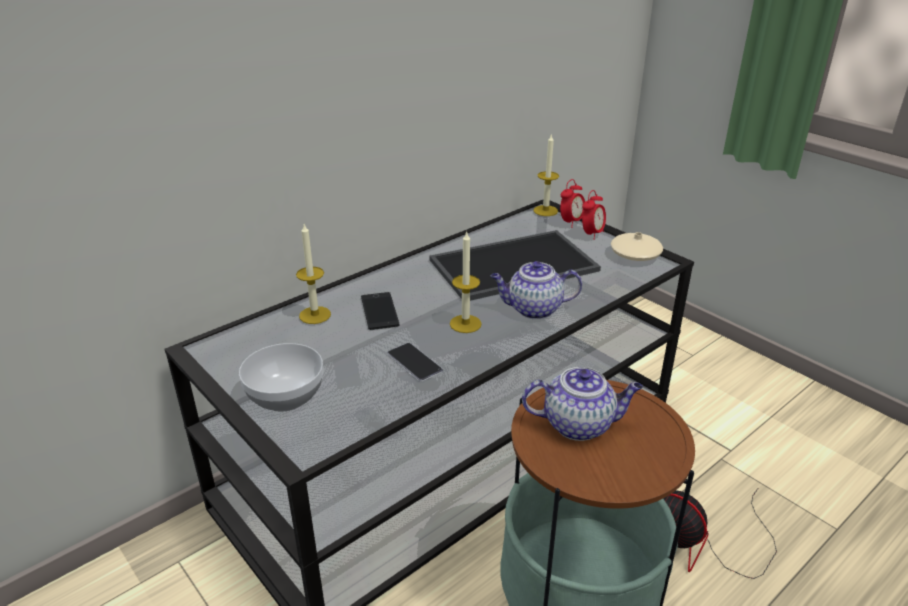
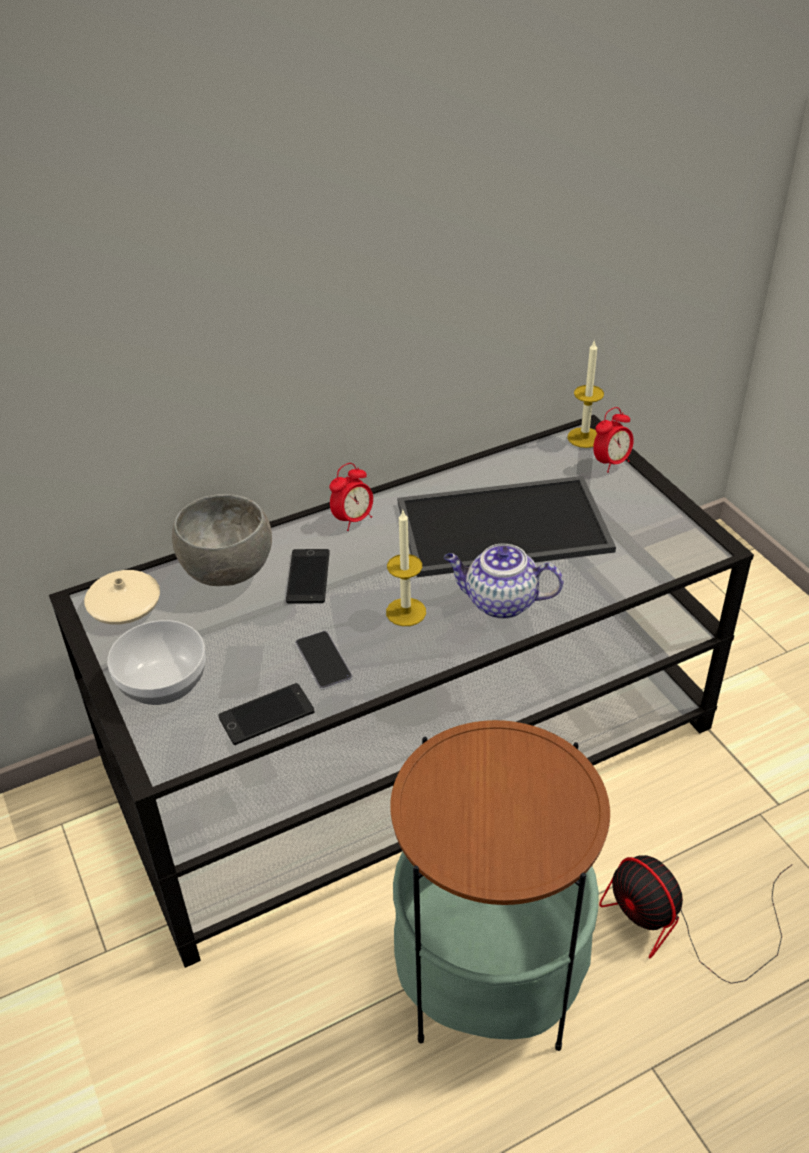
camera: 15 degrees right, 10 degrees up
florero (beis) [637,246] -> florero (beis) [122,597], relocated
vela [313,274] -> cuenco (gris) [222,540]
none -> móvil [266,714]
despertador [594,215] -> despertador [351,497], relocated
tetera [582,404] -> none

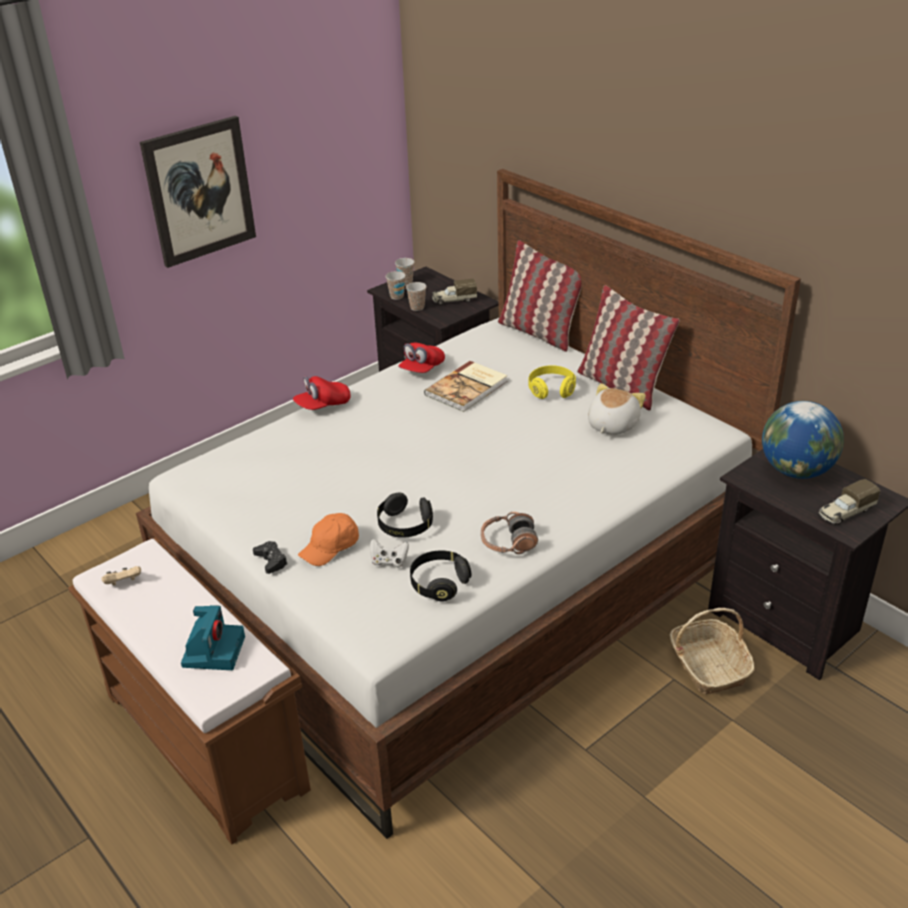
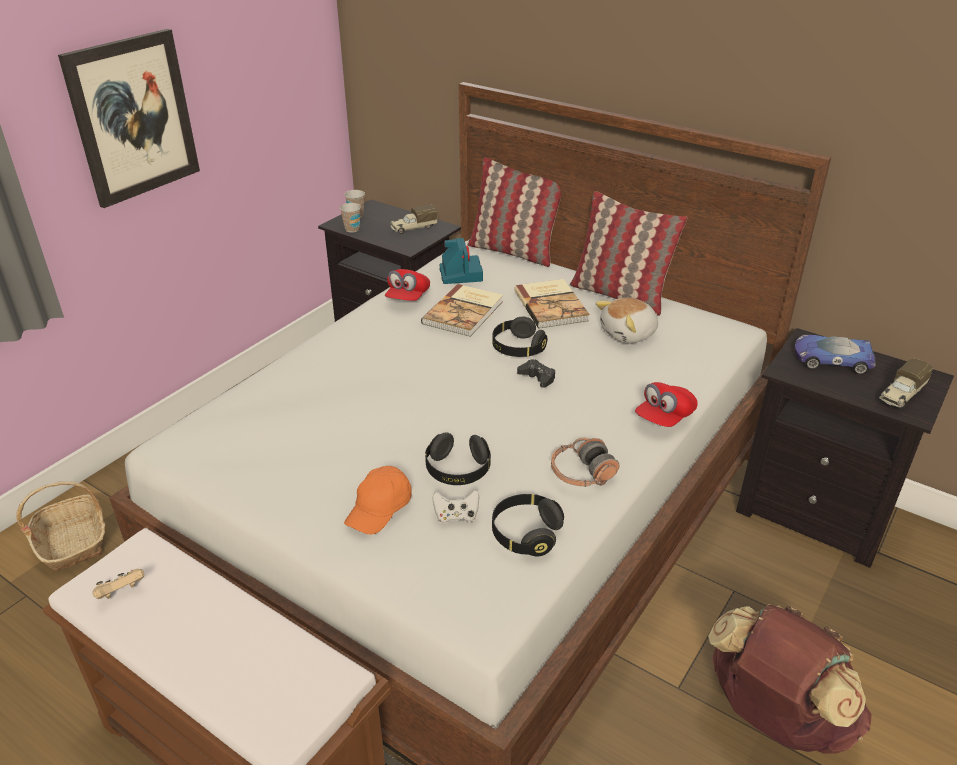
camera: 15 degrees left, 0 degrees up
cesta [712,651] -> cesta [60,526], relocated
cámara [213,637] -> cámara [461,261], relocated
none -> auriculares (negro) [519,337]
auriculares (amarillo) [552,382] -> libro [552,304]
mando de consola (negro) [270,557] -> mando de consola (negro) [536,373], relocated
peluche [617,409] -> peluche [627,320], 135 degrees counterclockwise
gorra (rojo) [322,393] -> gorra (rojo) [666,404], relocated
none -> mochila (marrón) [790,679]
globo terráqueo [803,440] -> coche de juguete [835,354]
taza [416,296] -> none

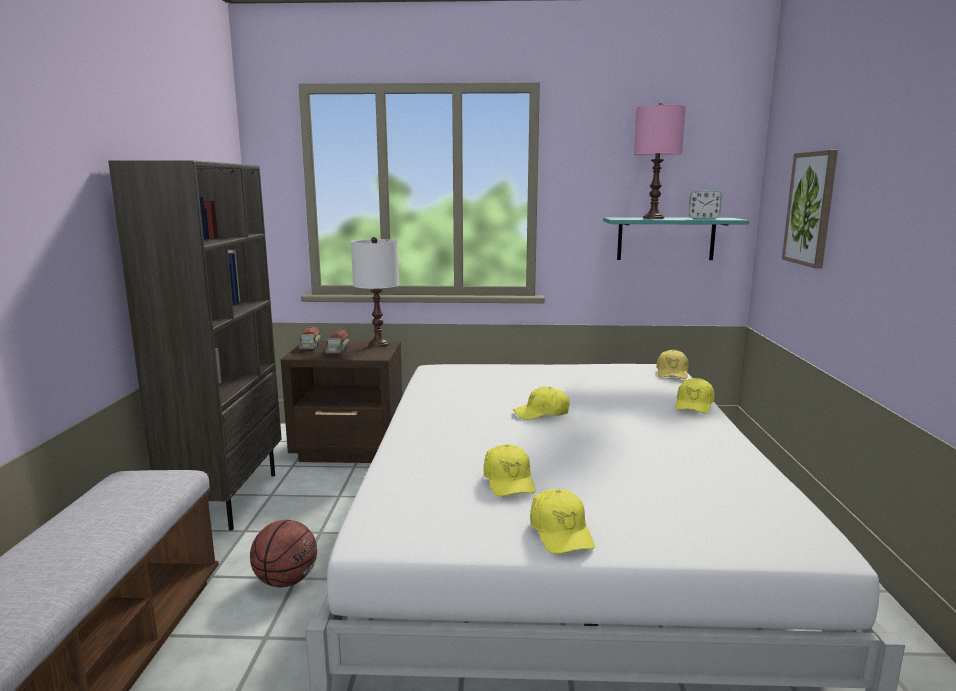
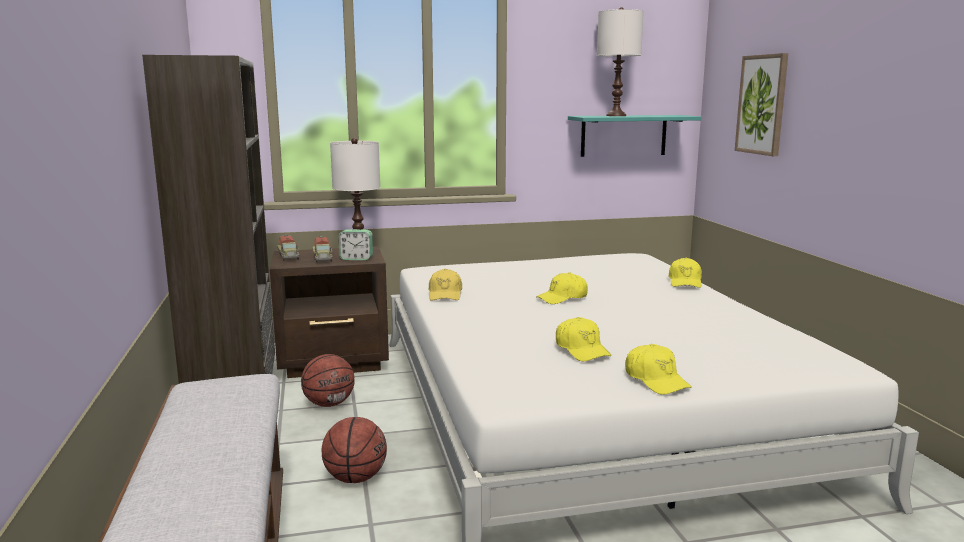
camera: 15 degrees left, 0 degrees up
none -> balón de baloncesto [328,380]
despertador [705,204] -> despertador [356,244], relocated
gorra (amarillo) [672,364] -> gorra (amarillo) [445,285], relocated
lámpara de mesa (rosa) [660,161] -> lámpara de mesa (blanco) [620,61]

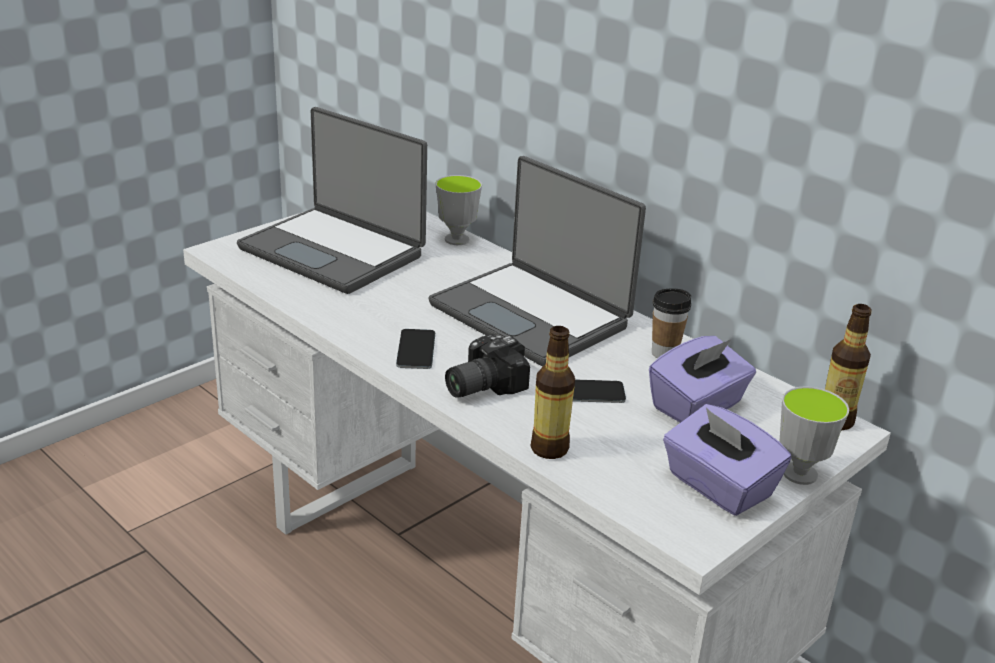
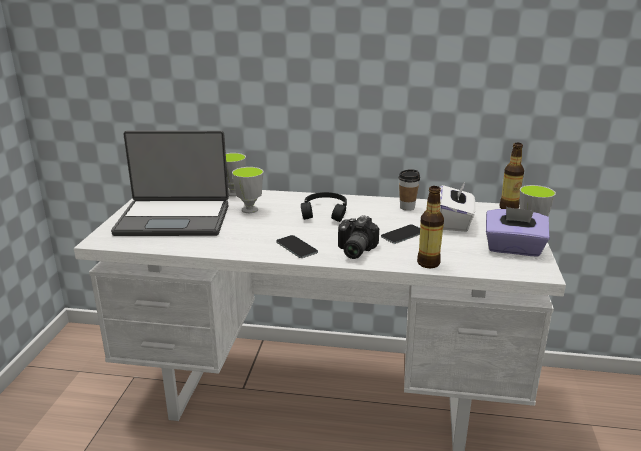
camera: 35 degrees left, 5 degrees down
none -> taza [248,190]
portátil [537,261] -> auriculares (negro) [324,207]
caja de pañuelos (morado) [702,379] -> caja de pañuelos (blanco) [458,206]

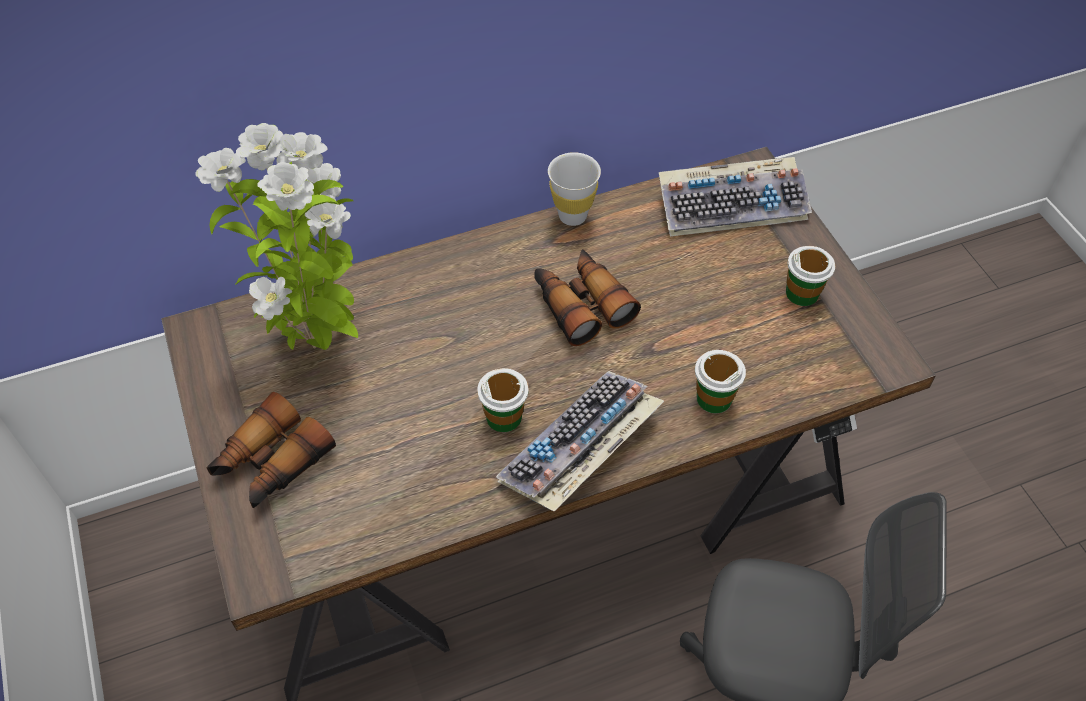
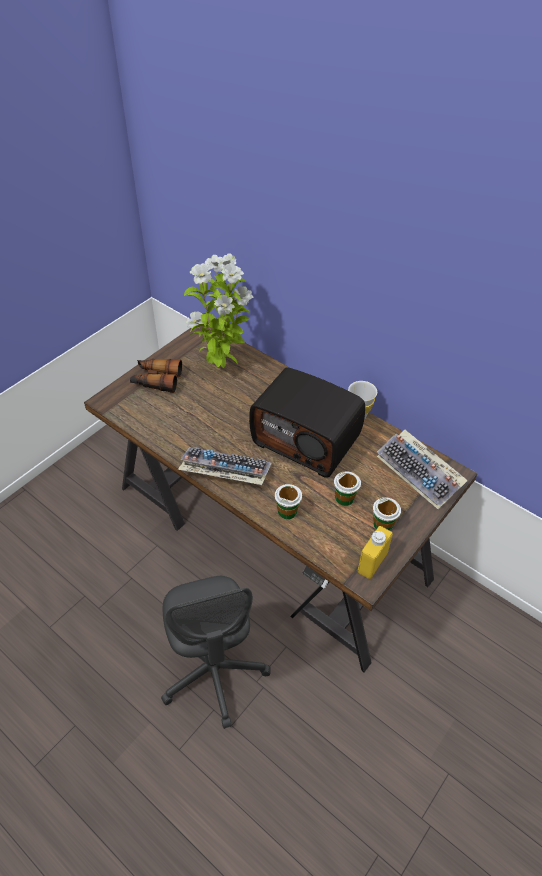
camera: 60 degrees right, 5 degrees down
prismáticos [587,297] -> radio [307,423]
taza [503,400] -> taza [347,488], relocated
none -> botella (amarillo) [375,552]

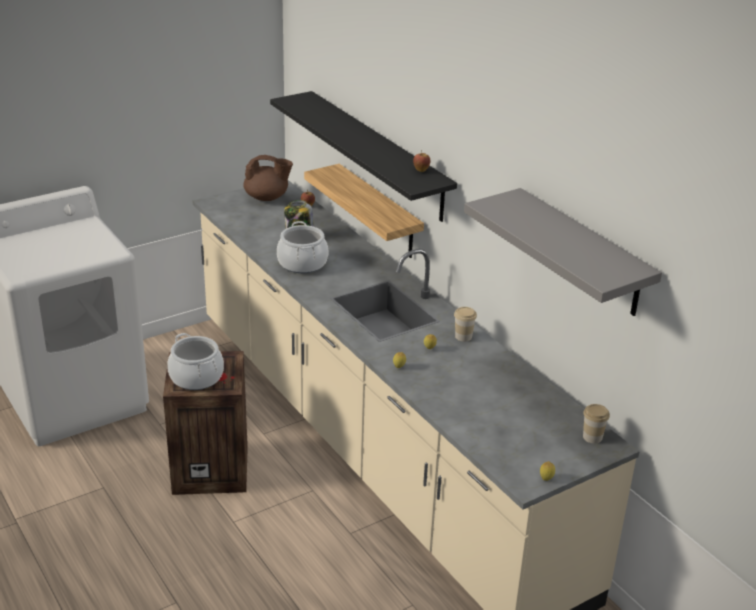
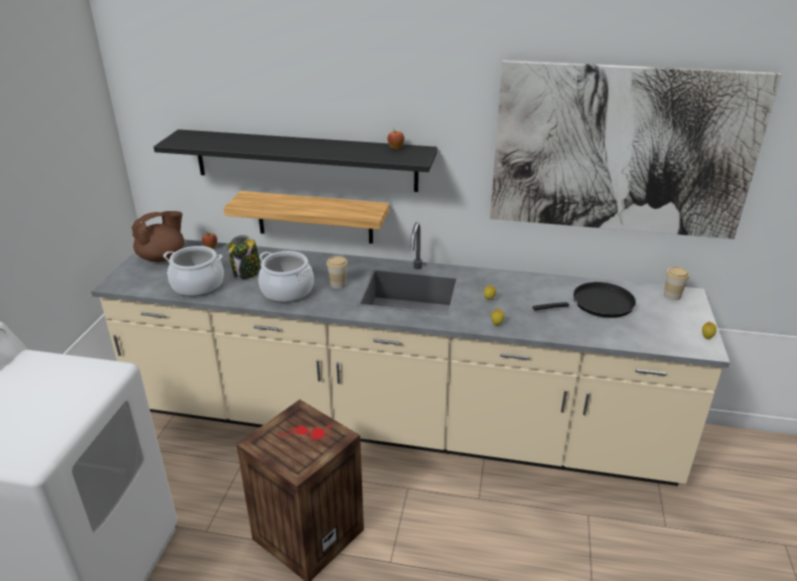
camera: 45 degrees left, 0 degrees up
olla [195,361] -> olla [193,271], relocated
taza [465,324] -> taza [337,272], relocated
estante (gris) [563,252] -> cuadro [636,149]
none -> sartén (negro) [584,300]

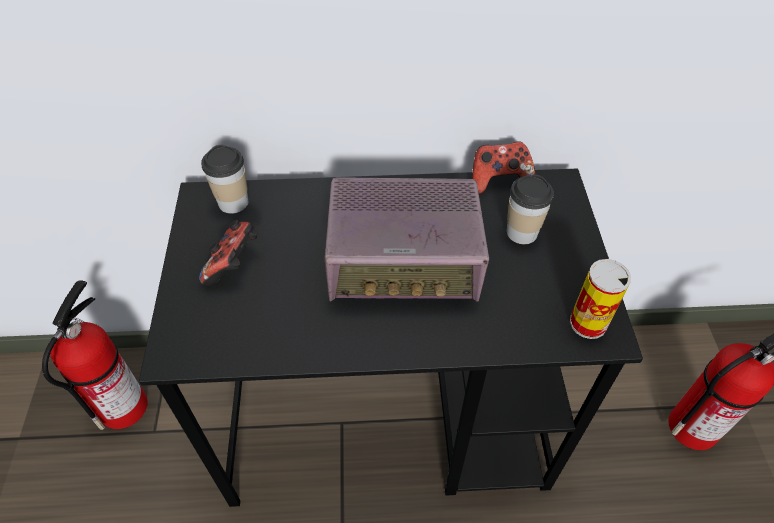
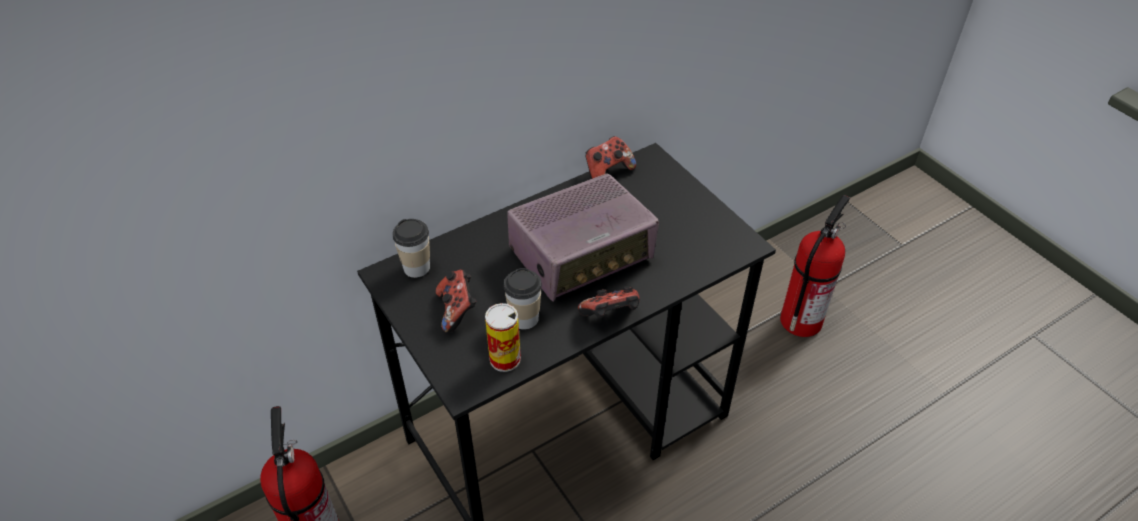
camera: 30 degrees left, 5 degrees down
lata [600,299] -> lata [503,337], relocated
taza [530,209] -> taza [523,299], relocated
none -> mando de consola [609,302]

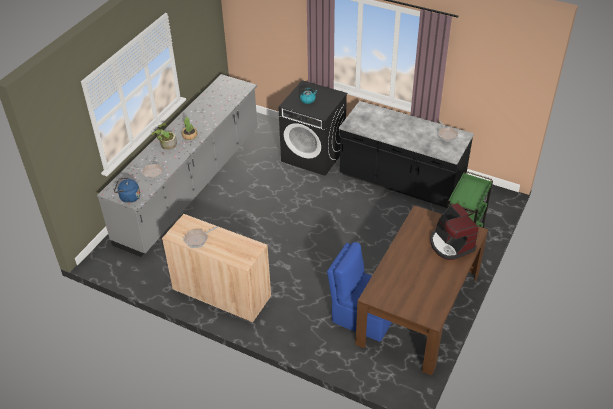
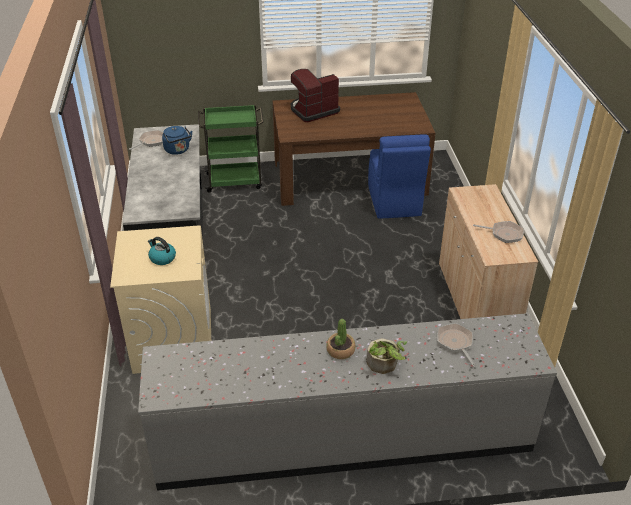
camera: 125 degrees left, 5 degrees down
lavadora (negro) [312,128] -> lavadora (beis) [160,299]
hervidor (azul) [127,190] -> hervidor (azul) [177,140], relocated
cafetera [454,231] -> cafetera [315,95], 150 degrees counterclockwise

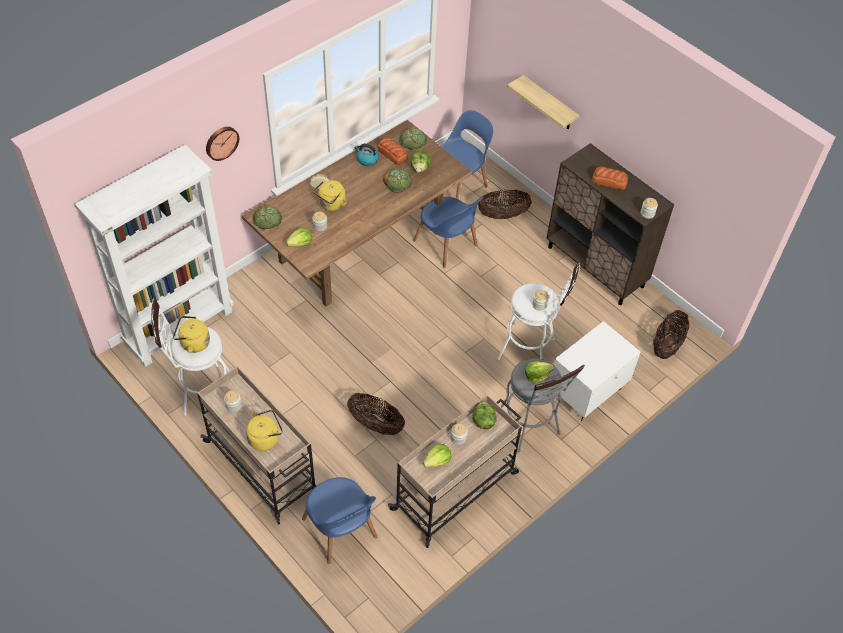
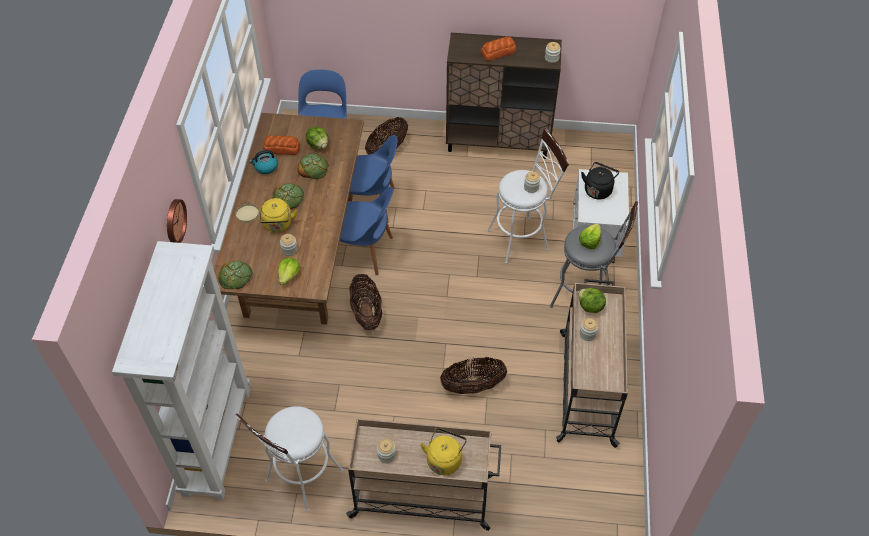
camera: 40 degrees left, 0 degrees up
pan [413,139] -> pan [288,196], relocated
silla (azul) [339,520] -> silla (azul) [367,231], relocated
cesta [671,334] -> cesta [365,302], relocated
none -> hervidor (negro) [600,181]
hervidor (amarillo) [191,334] -> none
lechuga [437,455] -> none
estante [543,102] -> none

